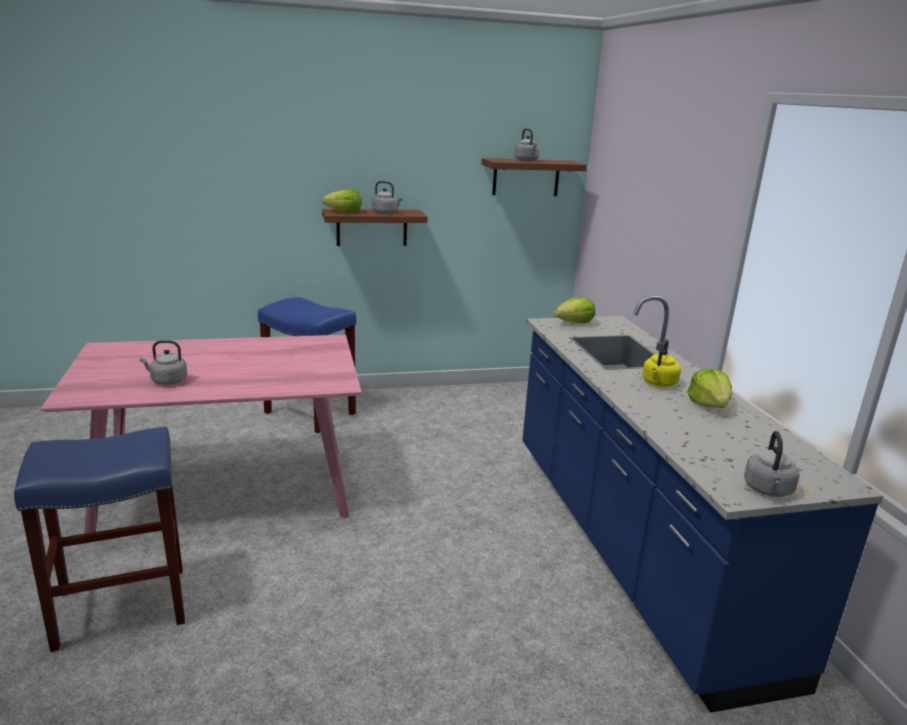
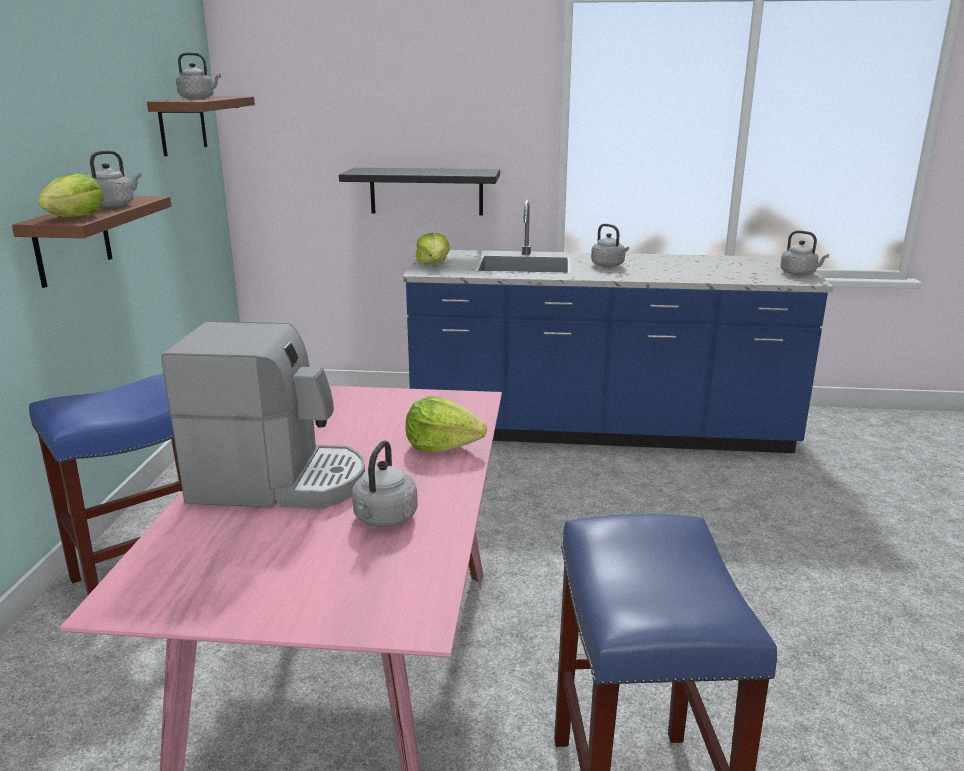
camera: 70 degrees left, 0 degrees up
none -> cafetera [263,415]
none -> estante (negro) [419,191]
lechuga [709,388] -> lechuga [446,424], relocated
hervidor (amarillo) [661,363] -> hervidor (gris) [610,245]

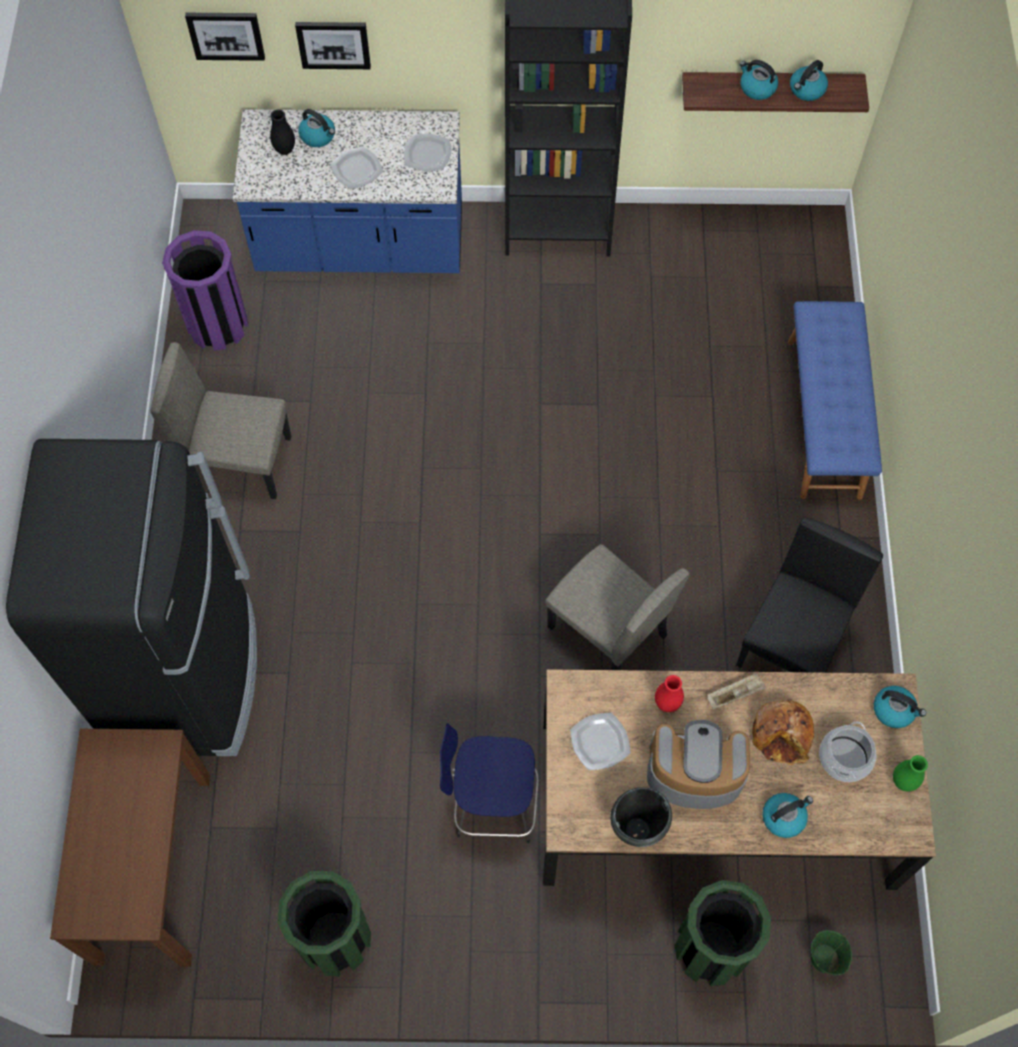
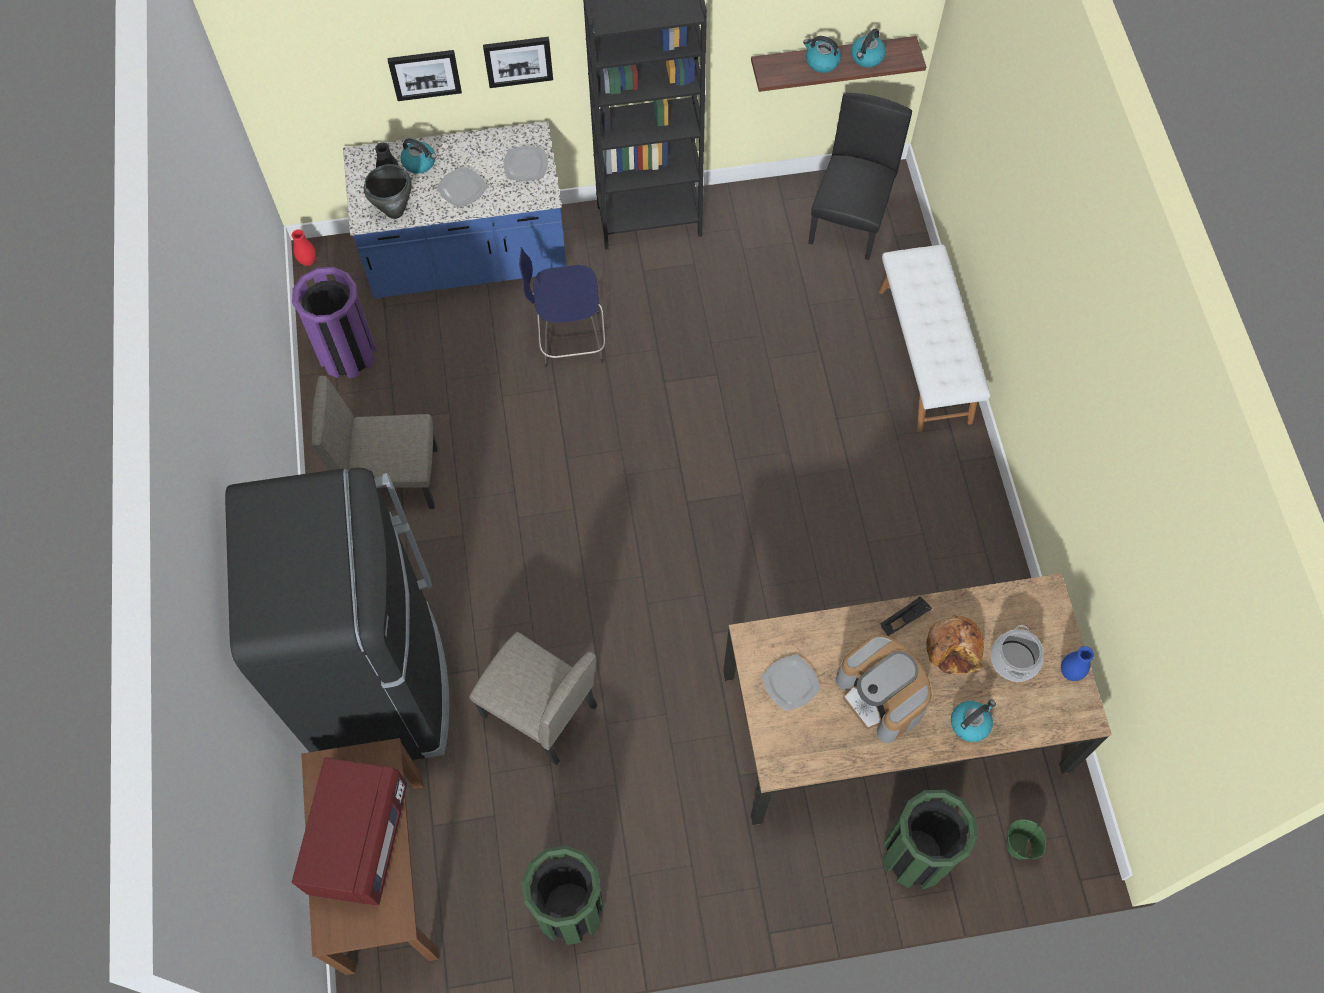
camera: 10 degrees left, 0 degrees up
florero (rojo) [669,693] -> florero (rojo) [303,247], relocated
none -> microondas (rojo) [349,831]
olla (negro) [641,817] -> olla (negro) [388,191], relocated
silla (beis) [617,607] -> silla (beis) [533,698], relocated
cuadro [225,37] -> cuadro [518,62], relocated
taburete (azul) [489,783] -> taburete (azul) [562,307], relocated
silla (negro) [809,595] -> silla (negro) [860,176], relocated
cafetera [698,764] -> cafetera [883,689], 120 degrees counterclockwise
banco (azul) [835,400] -> banco (blanco) [935,338]
bandeja (beis) [736,691] -> bandeja (negro) [906,616]
florero (verde) [910,773] -> florero (azul) [1077,663]
hervidor [900,707] -> none

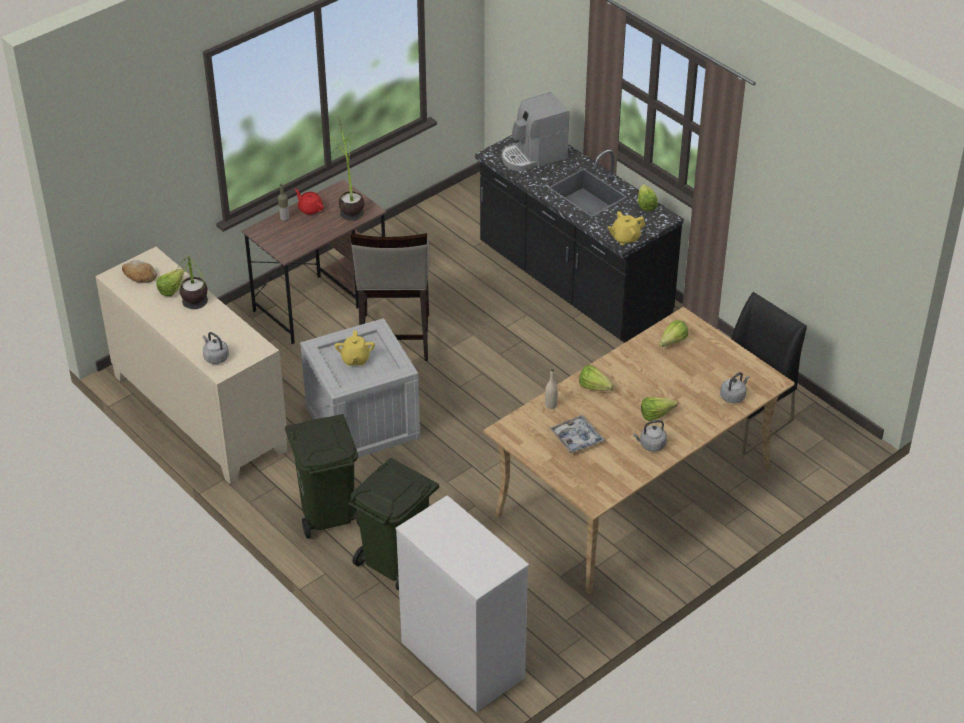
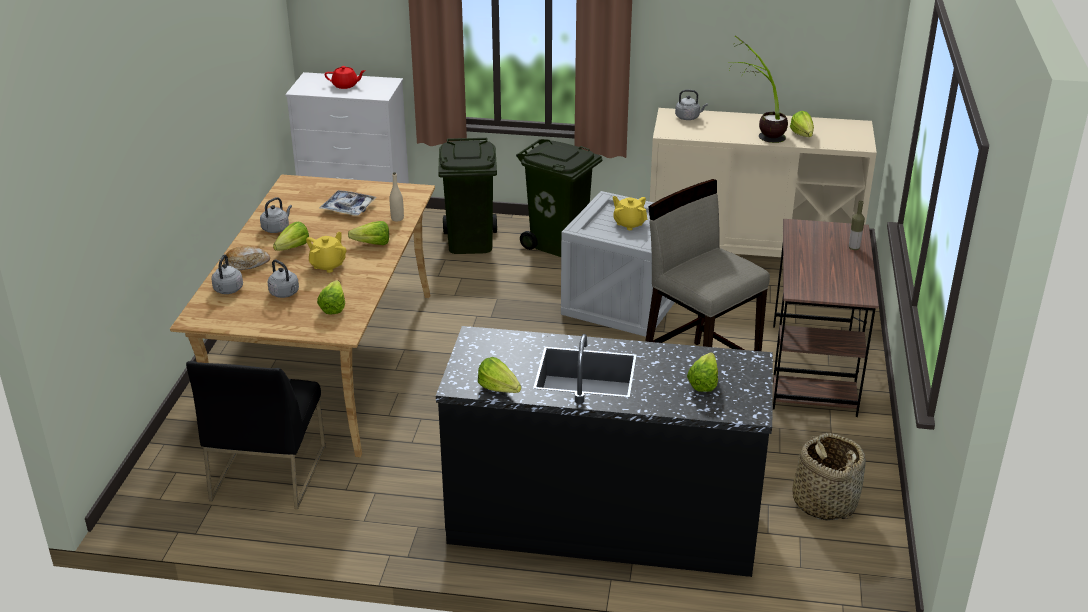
camera: 140 degrees right, 10 degrees down
pan [139,271] -> pan [246,258], relocated
none -> hervidor (gris) [283,279]
tetera (amarillo) [626,228] -> tetera (amarillo) [326,252], relocated
tetera (rojo) [309,201] -> tetera (rojo) [345,77], relocated
cafetera [535,132] -> lechuga [702,372]
none -> cesta [829,476]
planta en maceta [348,169] -> none

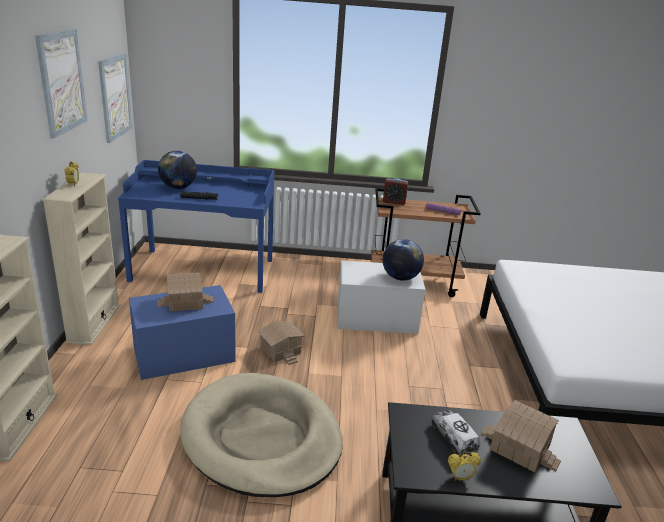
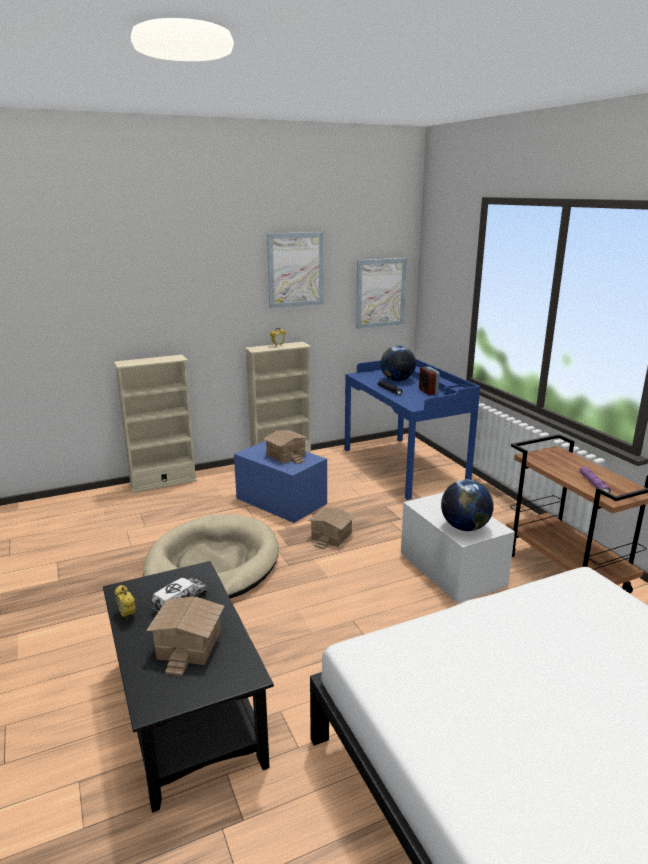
camera: 65 degrees right, 5 degrees down
despertador [395,191] -> despertador [429,381], relocated

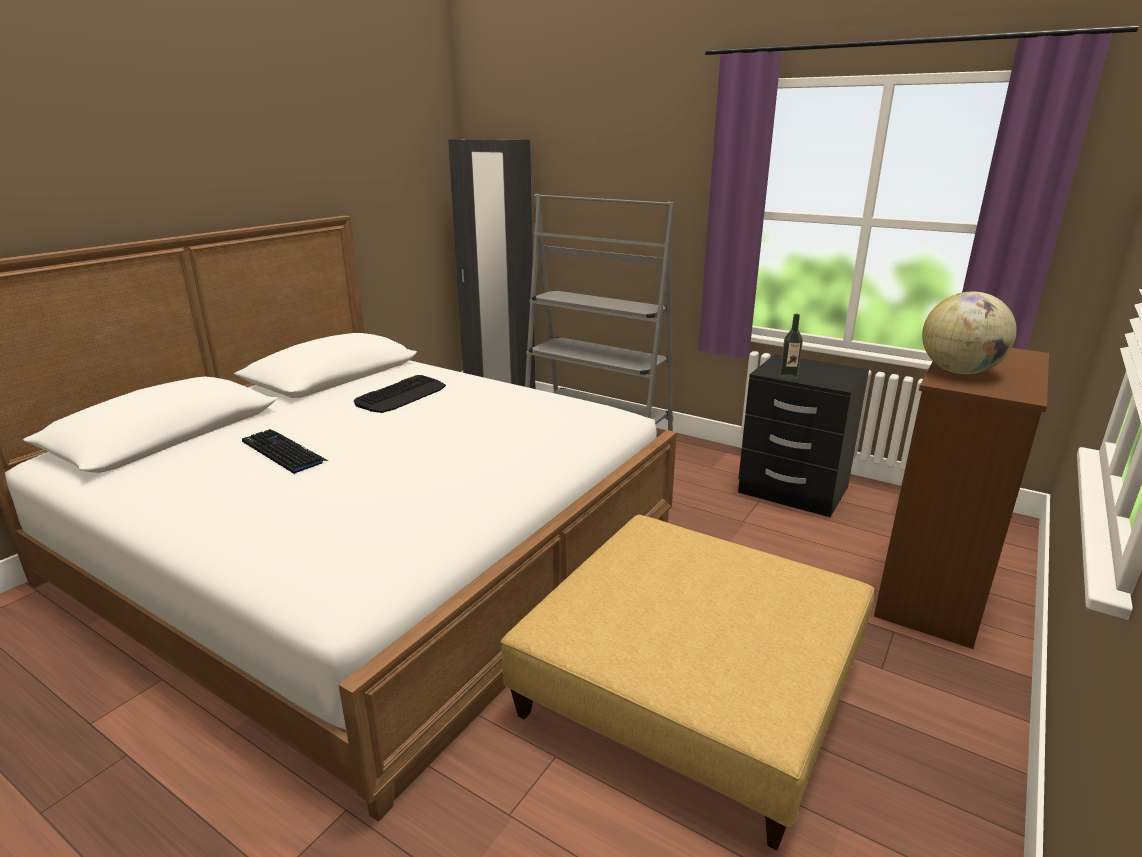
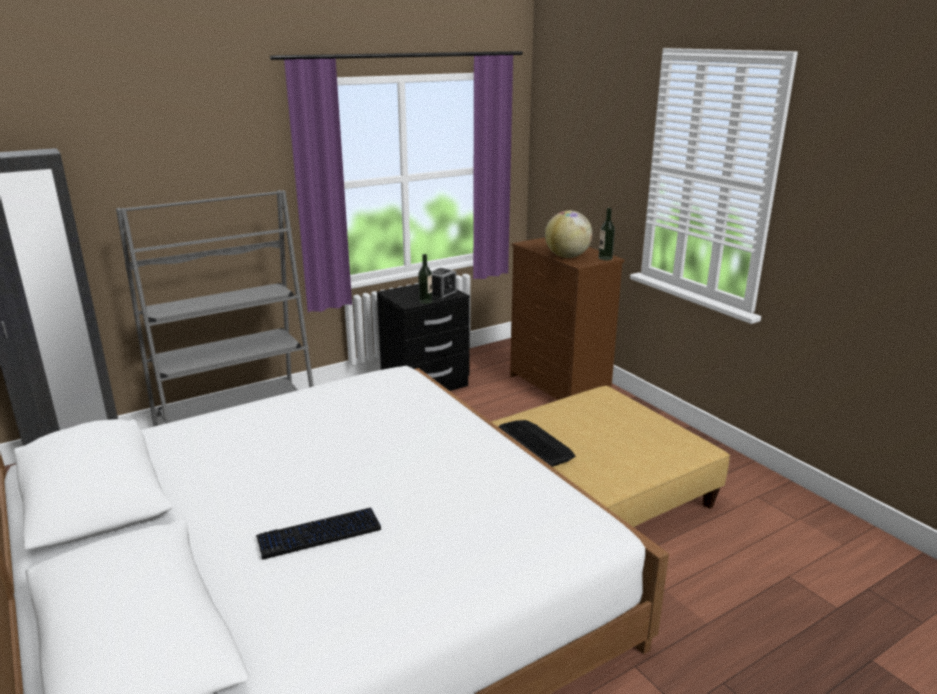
camera: 65 degrees left, 0 degrees up
none -> despertador [444,284]
teclado [400,394] -> teclado [536,443], relocated
none -> botella [607,234]

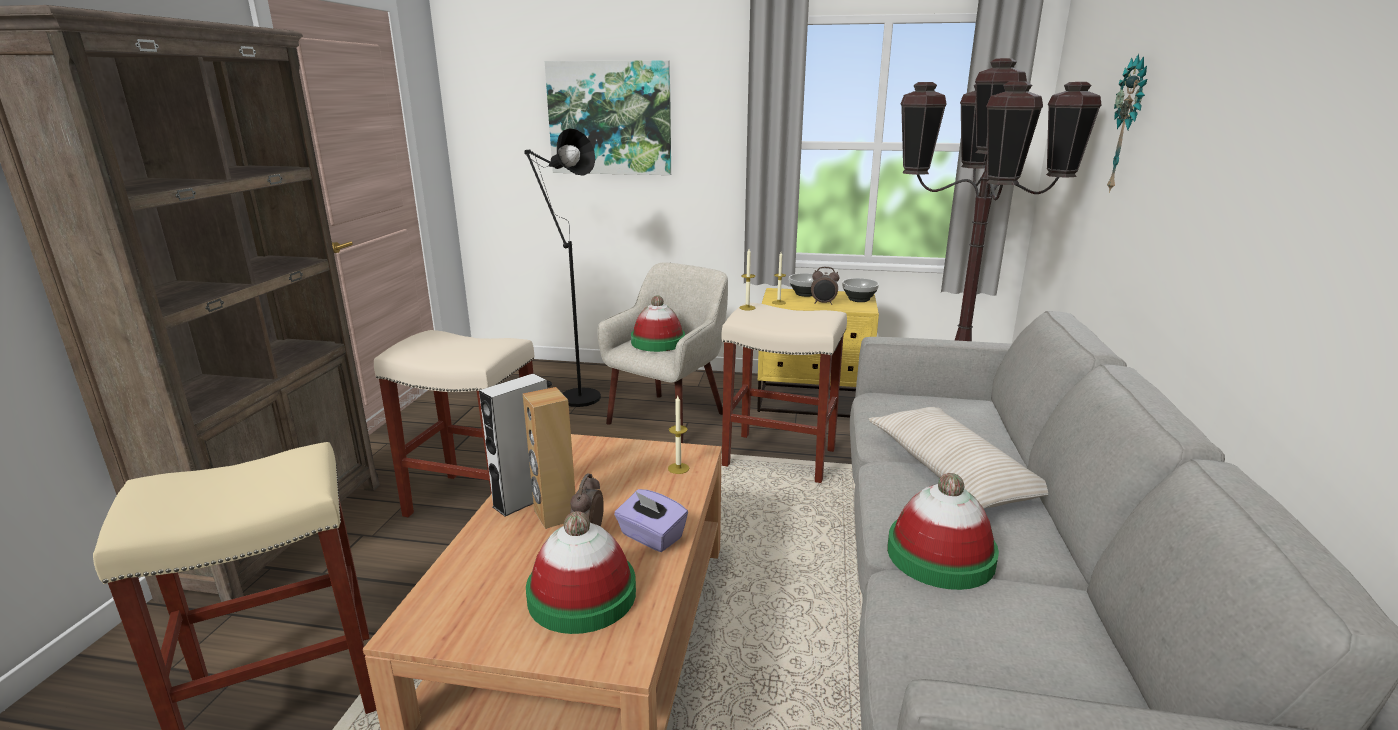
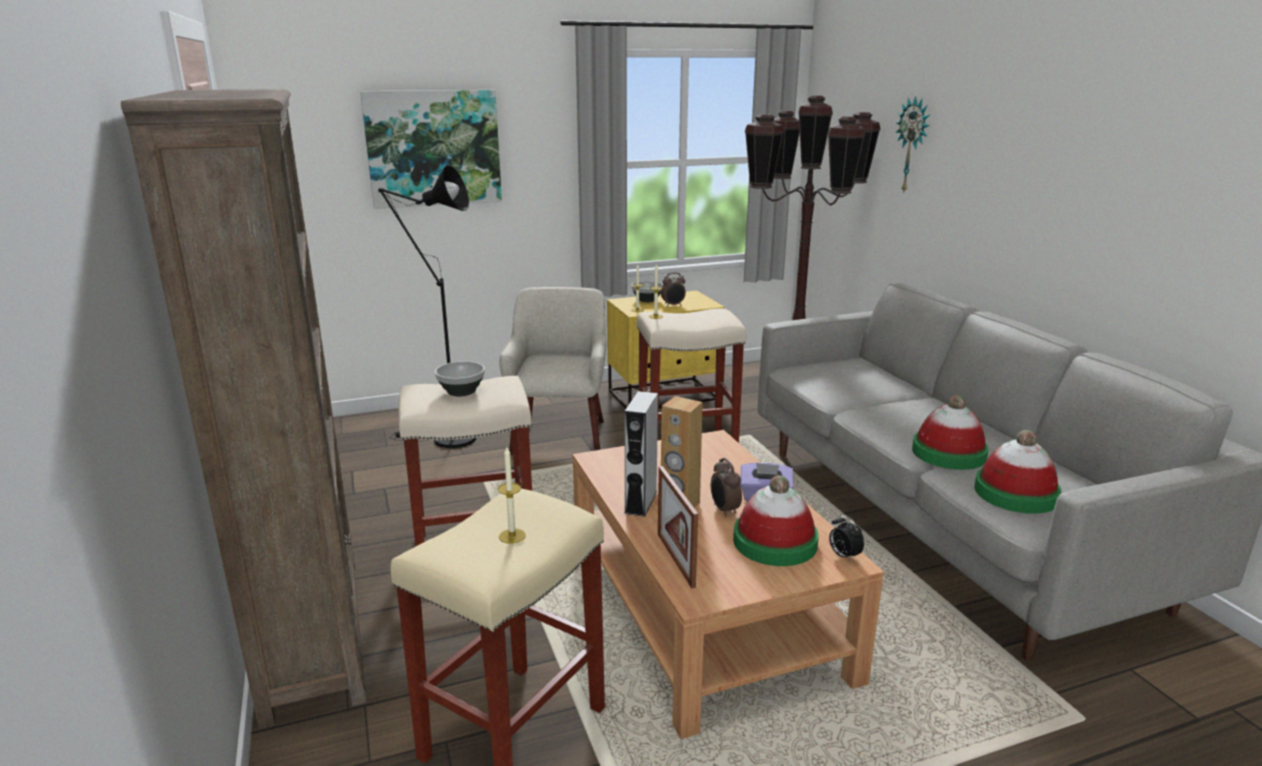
camera: 30 degrees left, 0 degrees up
cuenco [860,290] -> cuenco [460,378], relocated
vela [678,435] -> vela [512,495], relocated
none -> portarretratos [678,527]
none -> despertador [846,538]
sombrero [658,323] -> sombrero [1017,472], relocated
cojín (beis) [958,458] -> none

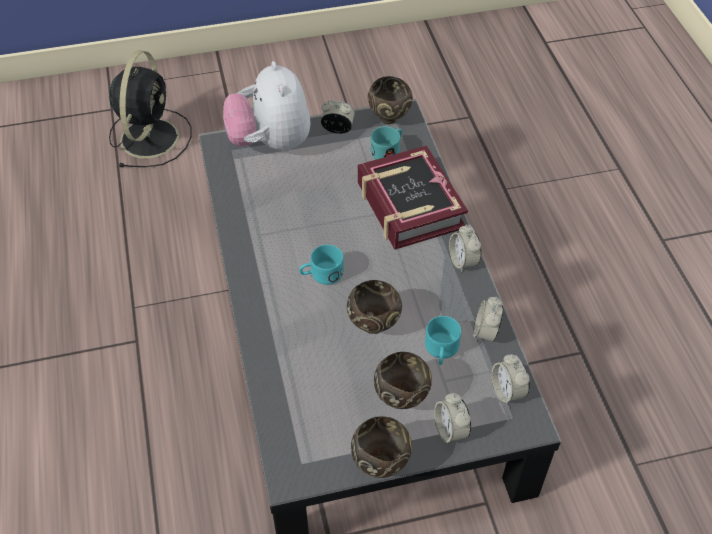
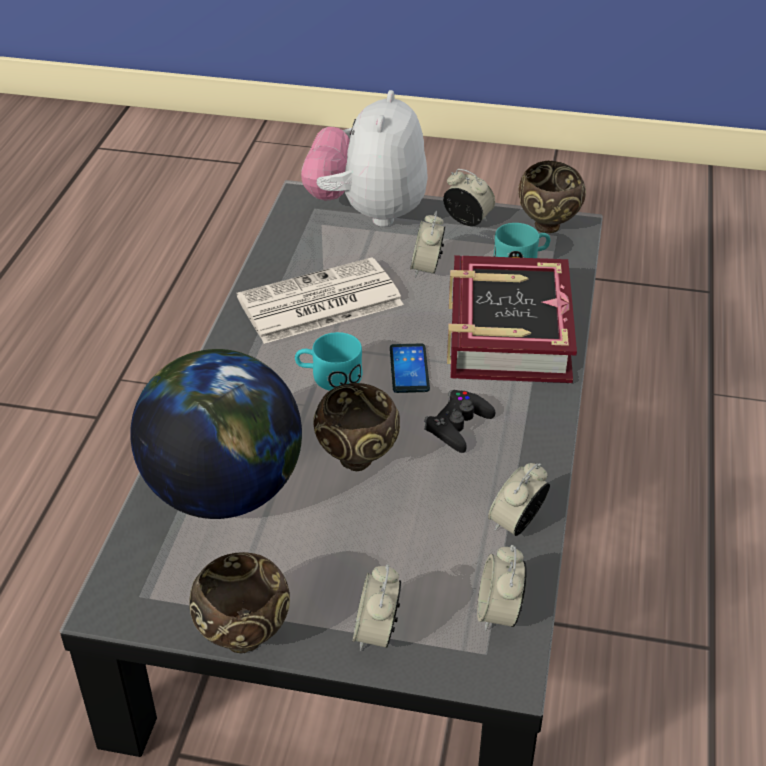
camera: 25 degrees right, 10 degrees down
none -> globo terráqueo [216,434]
none -> periódico [320,300]
none -> móvil [410,368]
despertador [465,248] -> despertador [427,244], relocated
none -> mando de consola (negro) [459,421]
ventilador (negro) [150,108] -> none
cuenco (marrón) [403,380] -> none
taza grande (turquesa) [443,340] -> none

